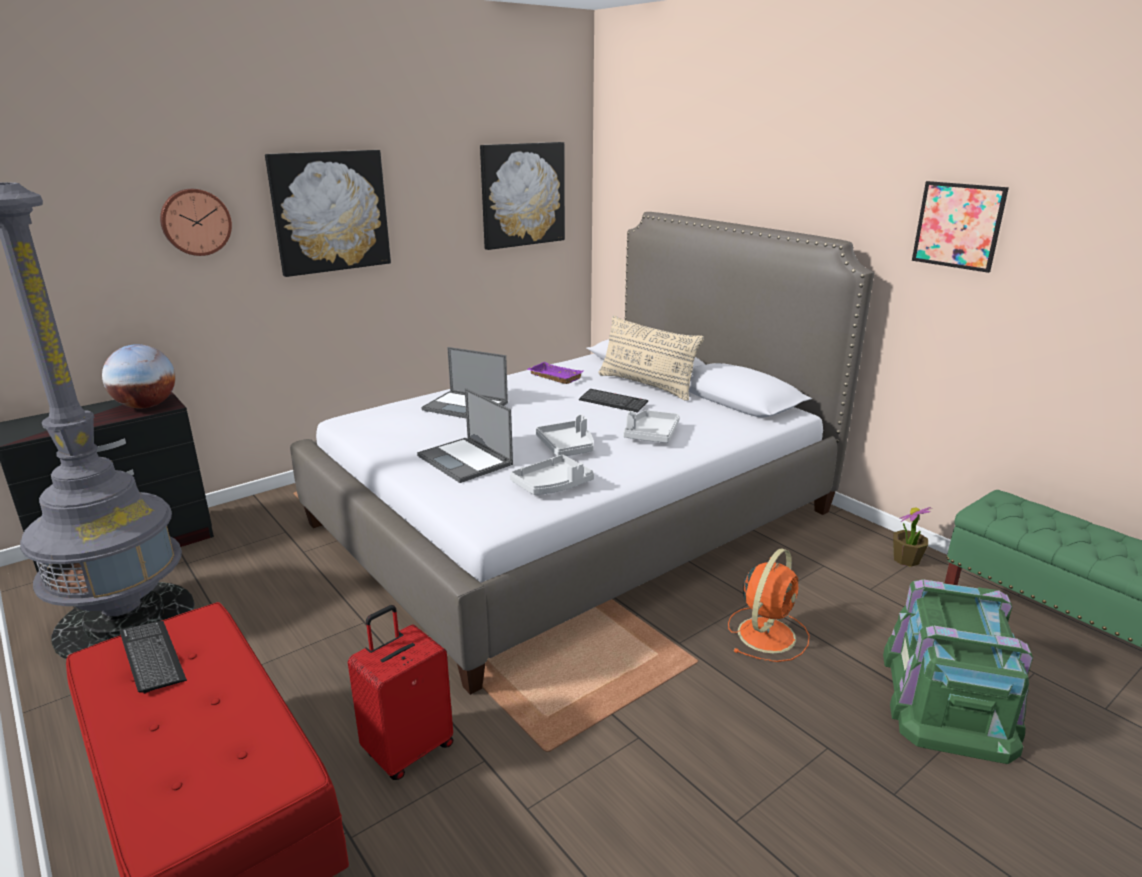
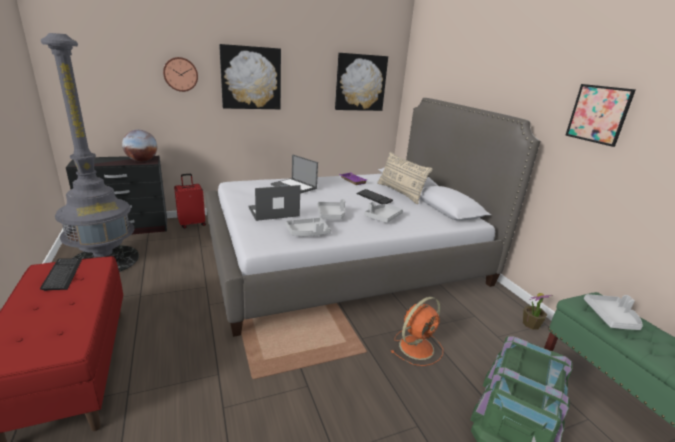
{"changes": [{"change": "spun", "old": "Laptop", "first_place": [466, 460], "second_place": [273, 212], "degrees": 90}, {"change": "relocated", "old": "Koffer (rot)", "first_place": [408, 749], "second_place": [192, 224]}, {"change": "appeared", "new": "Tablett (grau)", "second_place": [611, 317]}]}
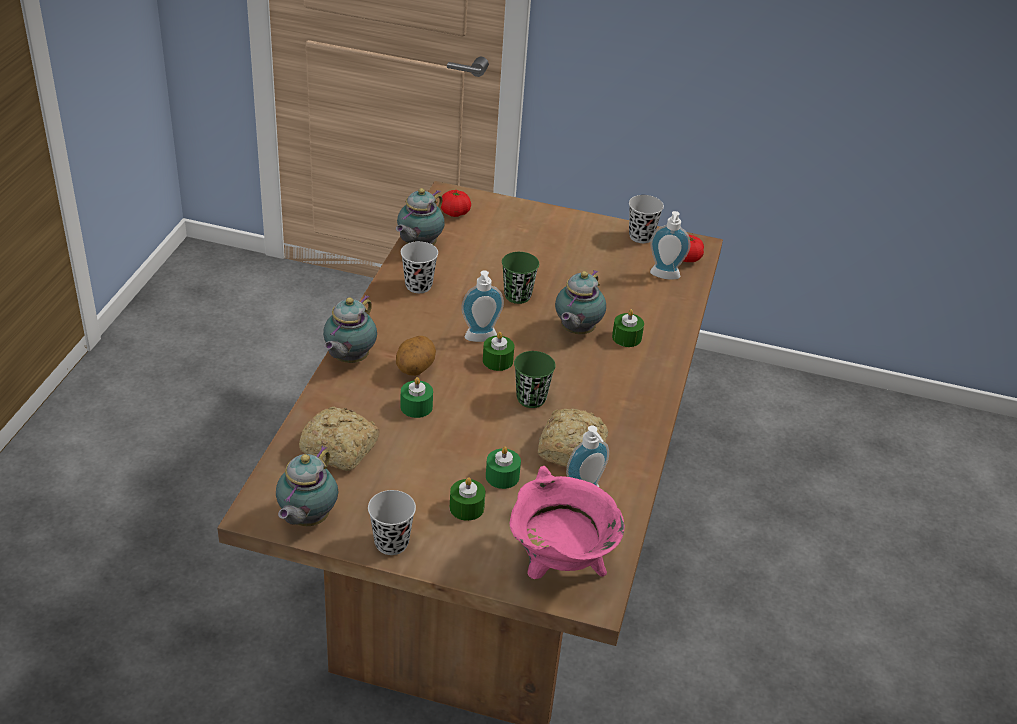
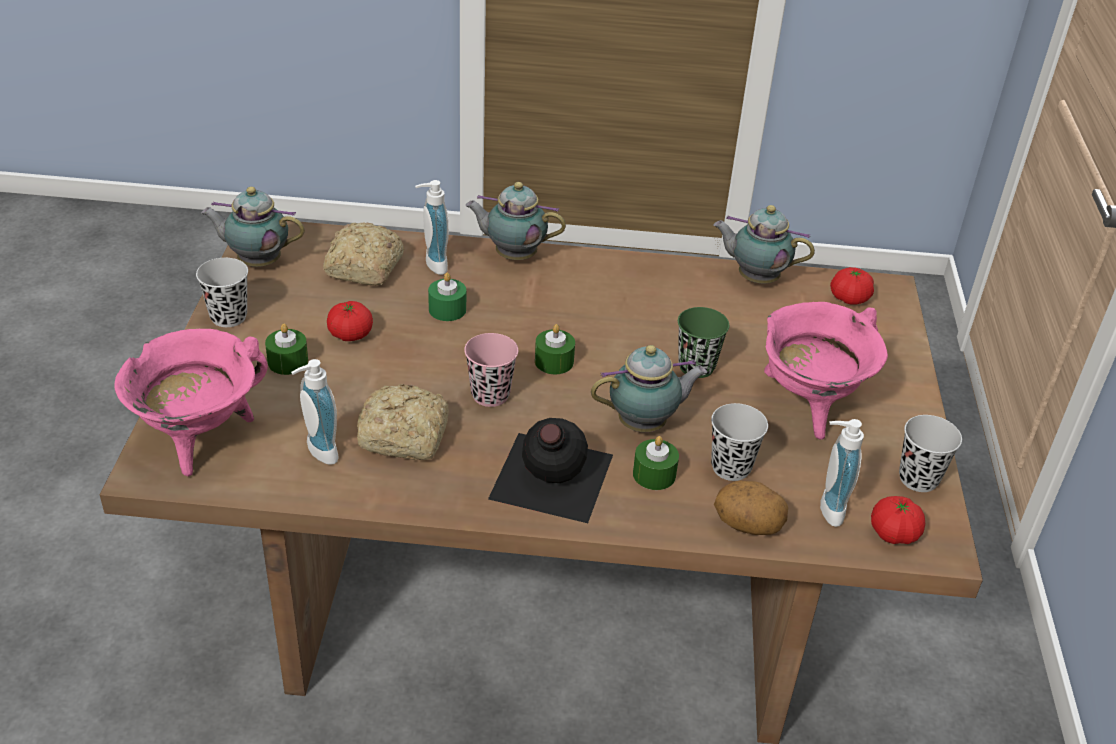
{"changes": [{"change": "relocated", "old": "Tasse (schwarz)", "first_place": [418, 285], "second_place": [731, 467]}, {"change": "relocated", "old": "Seifenspender", "first_place": [481, 339], "second_place": [432, 265]}, {"change": "spun", "old": "Teekanne", "first_place": [576, 331], "second_place": [645, 424], "degrees": 150}, {"change": "relocated", "old": "Kartoffel", "first_place": [414, 369], "second_place": [748, 525]}, {"change": "colour", "old": "Tasse (grün)", "new": "Tasse (rosa)", "first_place": [531, 398], "second_place": [490, 395]}, {"change": "missing", "old": "Kerze (grün)", "first_place": [502, 476]}, {"change": "appeared", "new": "Tomate", "second_place": [350, 334]}, {"change": "appeared", "new": "Kochtopf (rosa)", "second_place": [809, 406]}, {"change": "appeared", "new": "Flasche (schwarz)", "second_place": [549, 477]}]}
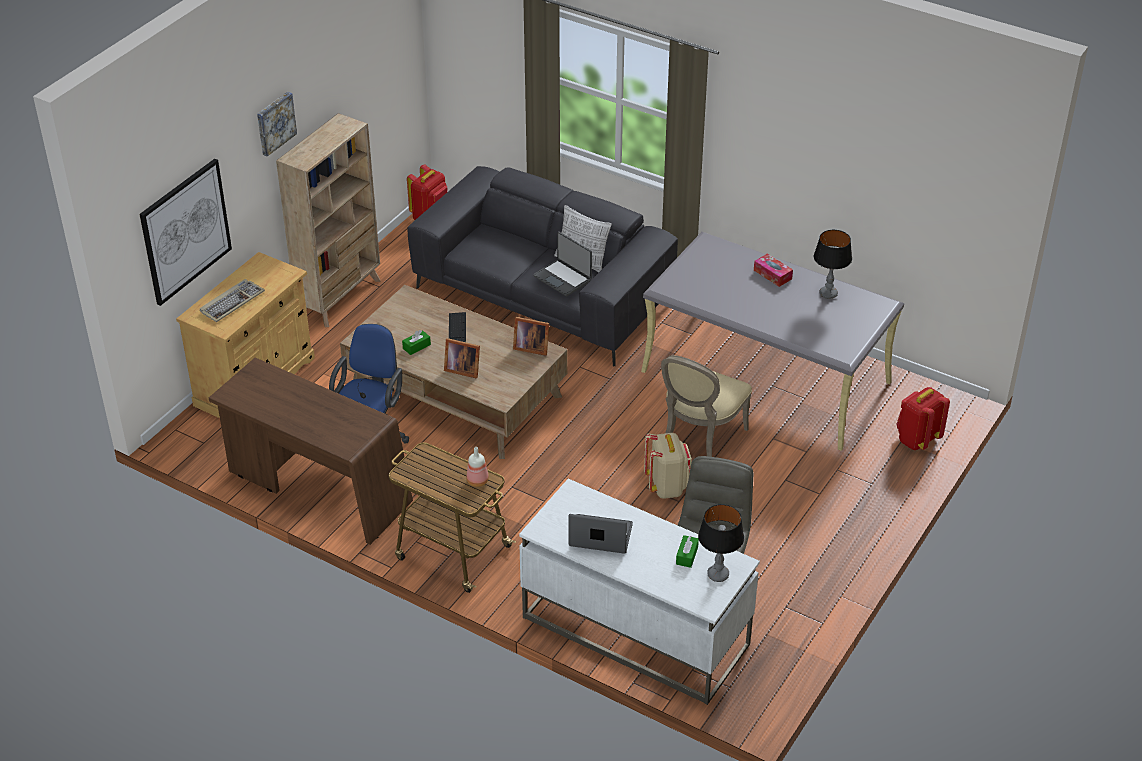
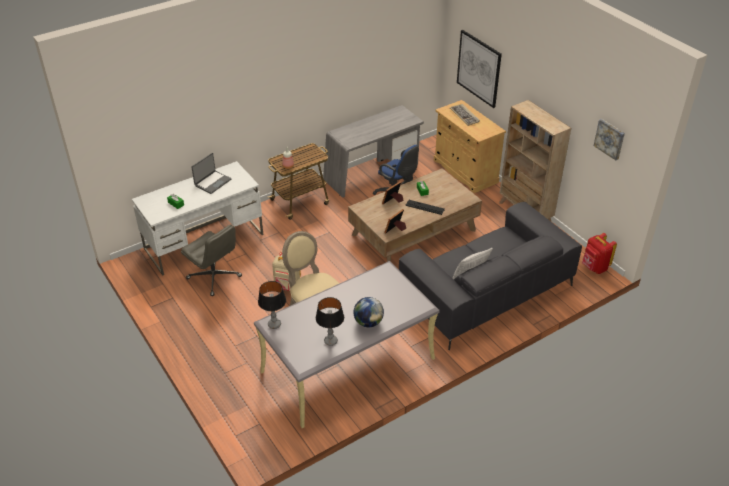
{"changes": [{"change": "relocated", "old": "Bild", "first_place": [275, 123], "second_place": [610, 139]}, {"change": "missing", "old": "Laptop", "first_place": [563, 278]}, {"change": "exchanged", "old": "Taschentuchbox", "new": "Globus", "first_place": [772, 274], "second_place": [368, 322]}, {"change": "colour", "old": "Schreibtisch (braun)", "new": "Schreibtisch (grau)", "first_place": [317, 489], "second_place": [372, 173]}, {"change": "missing", "old": "Rucksack (rot)", "first_place": [917, 440]}, {"change": "relocated", "old": "Tischlampe", "first_place": [718, 575], "second_place": [274, 324]}]}
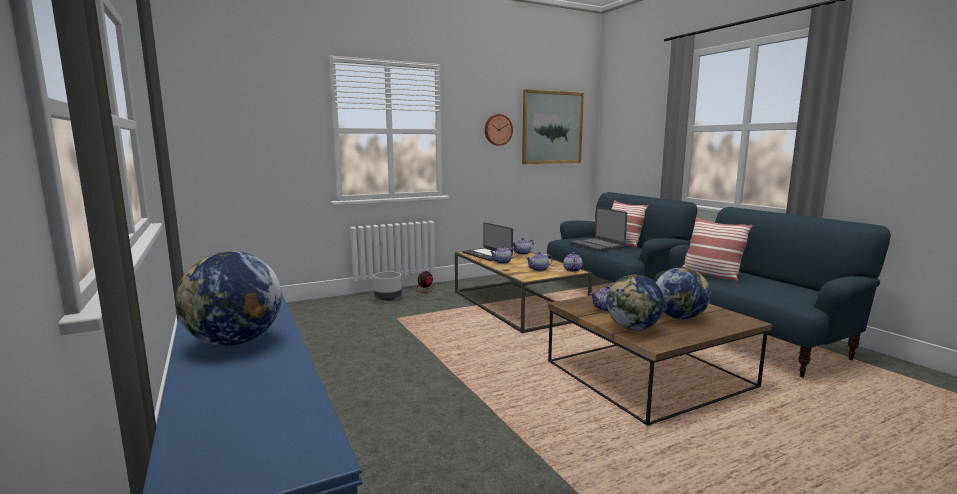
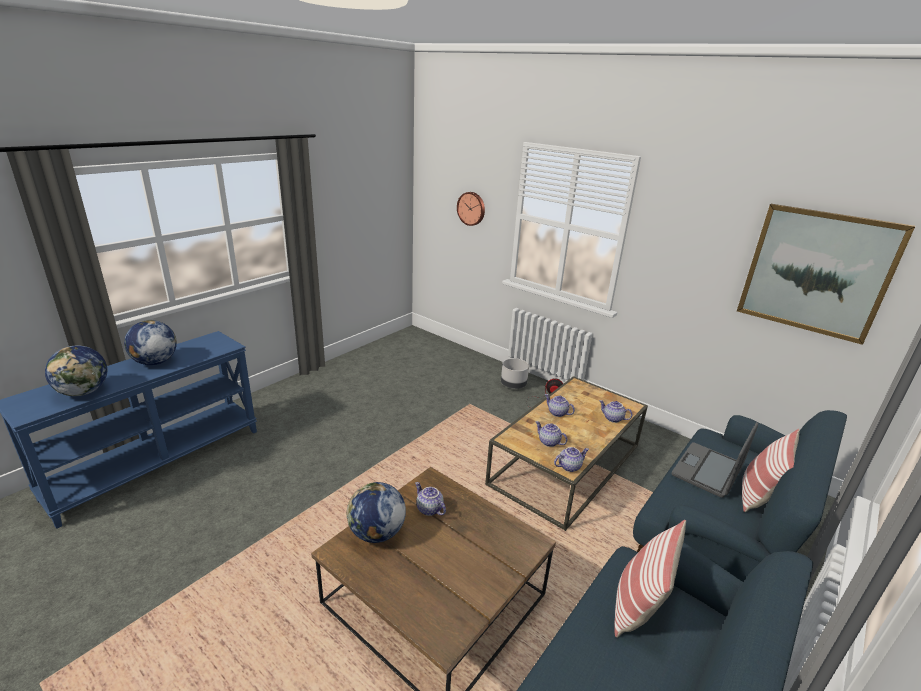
{"changes": [{"change": "relocated", "old": "Wanduhr", "first_place": [498, 130], "second_place": [471, 208]}, {"change": "missing", "old": "Laptop", "first_place": [487, 255]}, {"change": "relocated", "old": "Globus", "first_place": [679, 317], "second_place": [84, 392]}]}
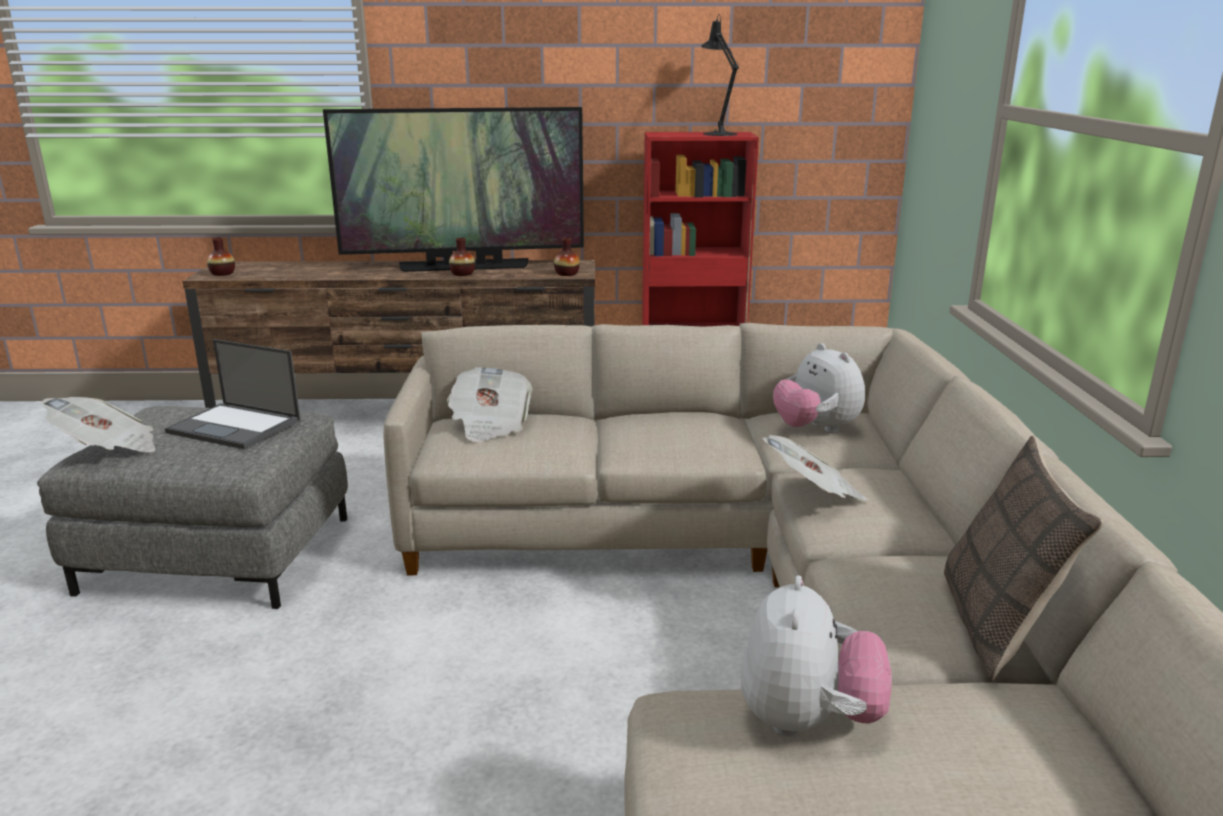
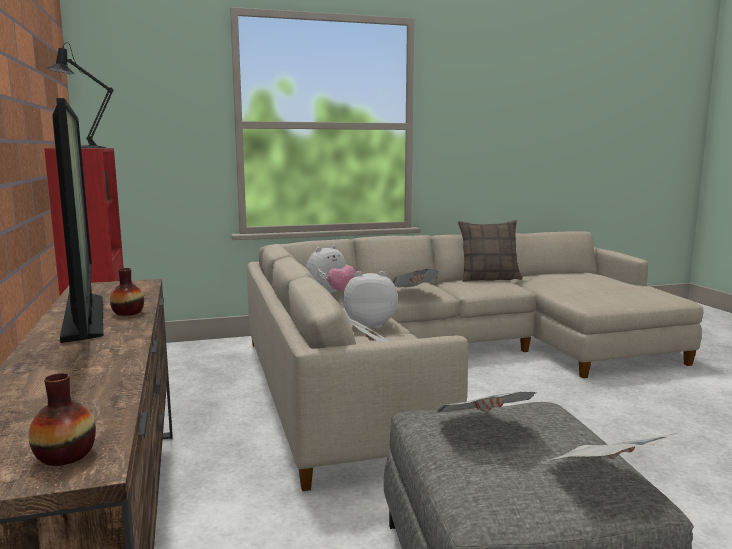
{"changes": [{"change": "missing", "old": "Vase", "first_place": [567, 274]}, {"change": "exchanged", "old": "Laptop", "new": "Zeitung", "first_place": [236, 426], "second_place": [482, 428]}, {"change": "relocated", "old": "Plüschtier", "first_place": [807, 720], "second_place": [370, 325]}]}
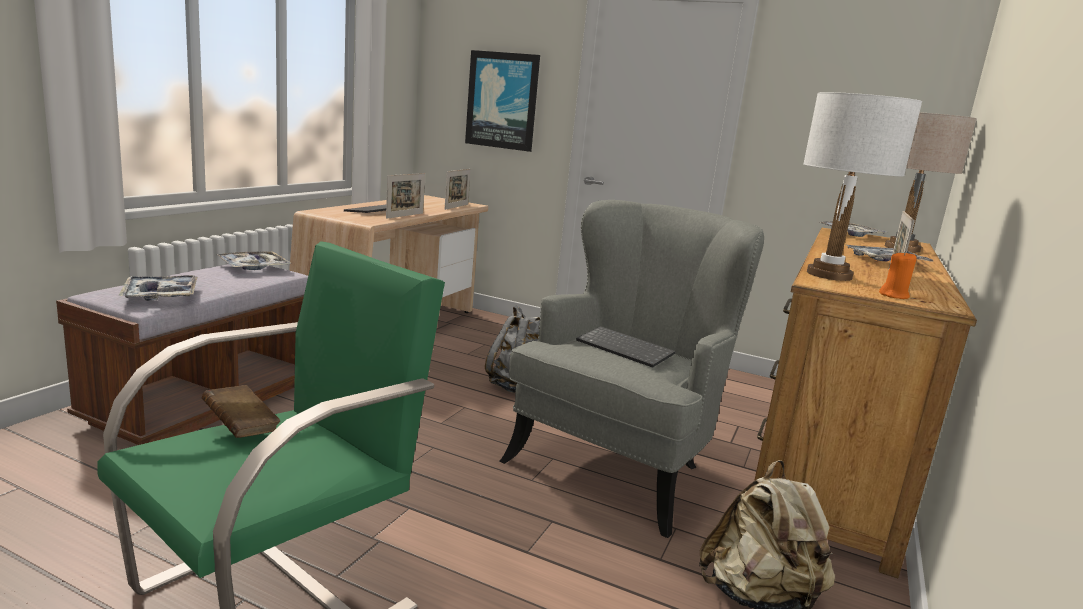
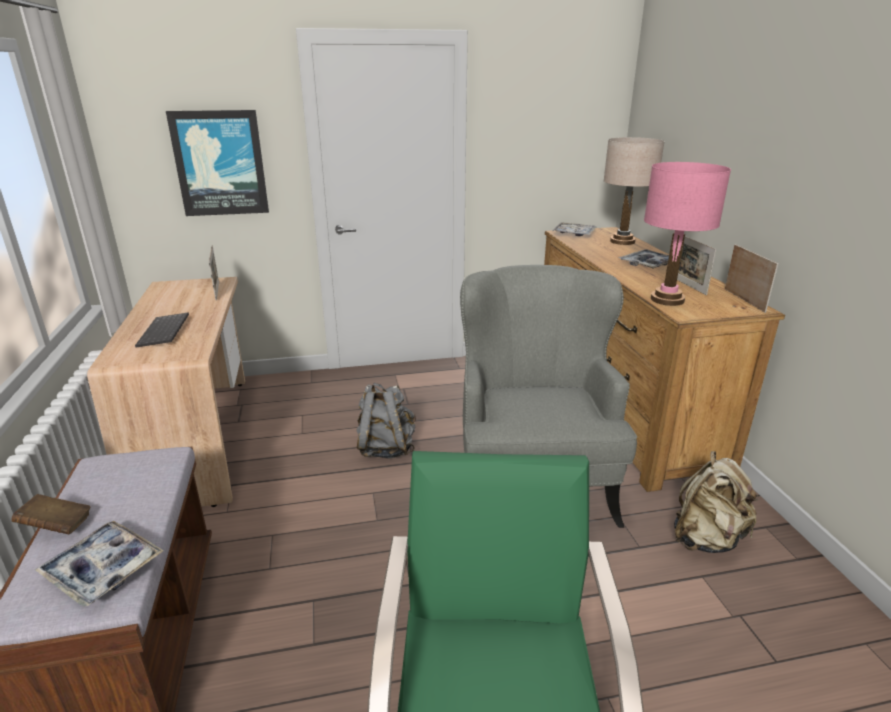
{"changes": [{"change": "colour", "old": "Tischlampe (weiß)", "new": "Tischlampe (rosa)", "first_place": [828, 275], "second_place": [667, 299]}, {"change": "relocated", "old": "Bilderrahmen", "first_place": [405, 215], "second_place": [744, 300]}, {"change": "missing", "old": "Tablett", "first_place": [253, 267]}, {"change": "missing", "old": "Kerze (orange)", "first_place": [894, 296]}, {"change": "missing", "old": "Tastatur", "first_place": [626, 349]}, {"change": "relocated", "old": "Buch (braun)", "first_place": [241, 427], "second_place": [57, 526]}]}
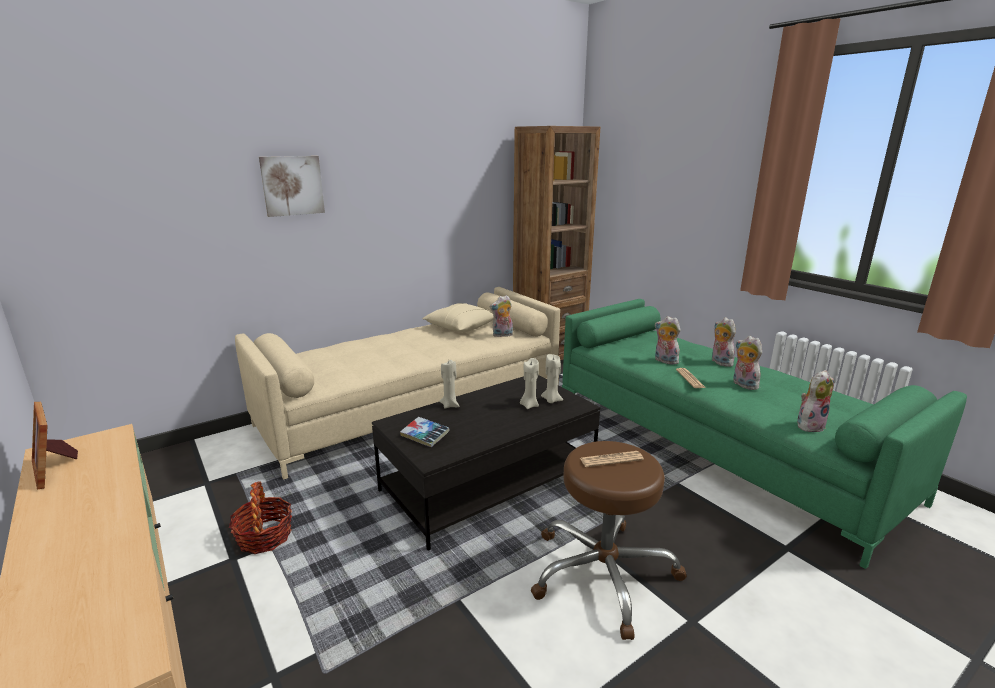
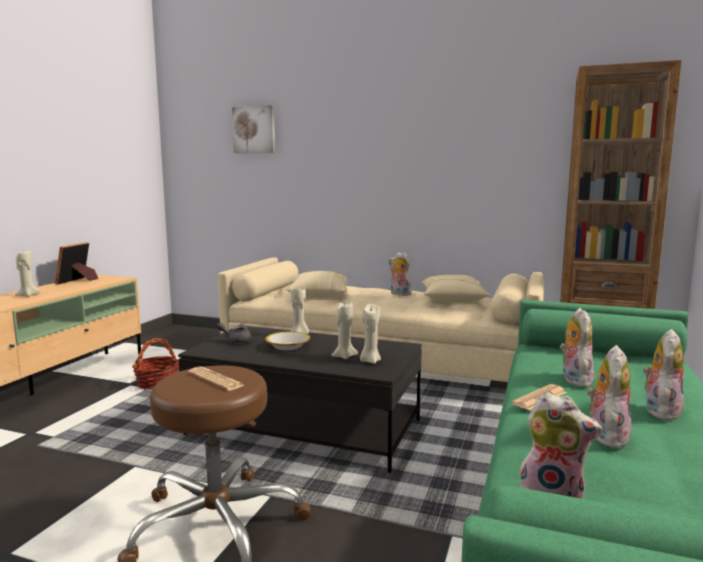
{"changes": [{"change": "relocated", "old": "Bild", "first_place": [292, 185], "second_place": [254, 130]}, {"change": "relocated", "old": "Plüschtier", "first_place": [502, 335], "second_place": [399, 294]}, {"change": "exchanged", "old": "Buch", "new": "Teekanne (grau)", "first_place": [425, 435], "second_place": [236, 341]}, {"change": "appeared", "new": "Kerze (beige)", "second_place": [27, 295]}, {"change": "appeared", "new": "Kissen (beige)", "second_place": [318, 295]}, {"change": "appeared", "new": "Schüssel", "second_place": [287, 346]}]}
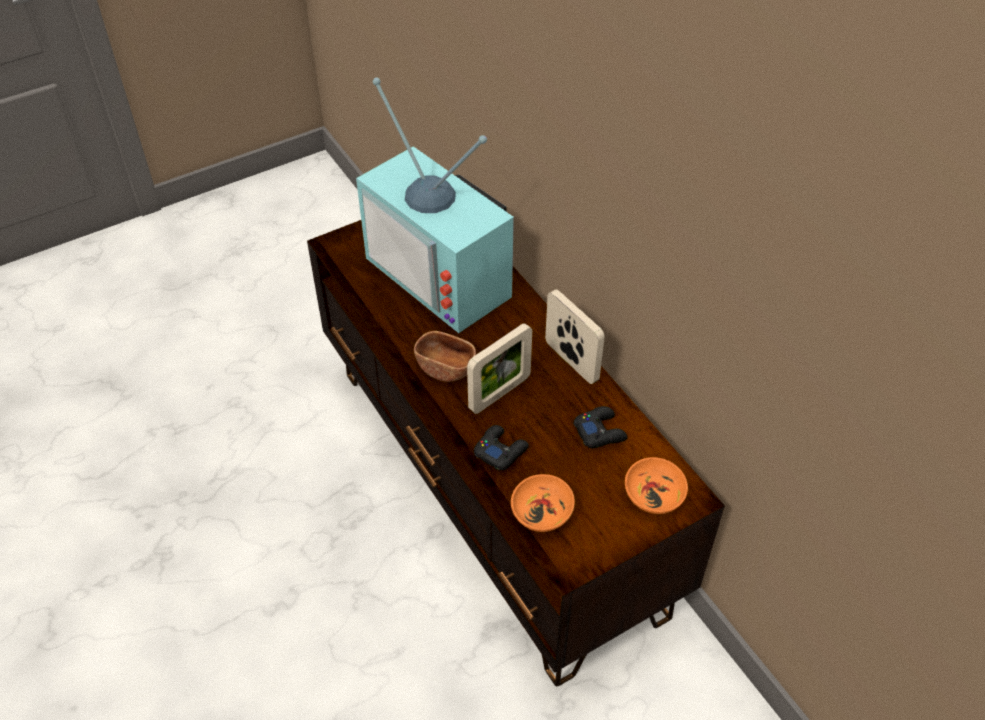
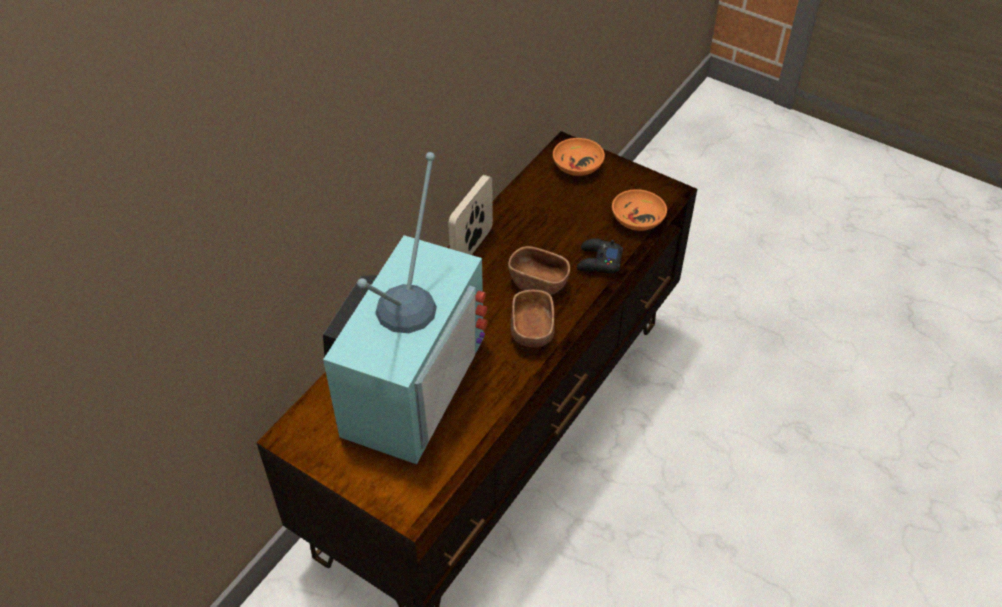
{"changes": [{"change": "exchanged", "old": "Bilderrahmen", "new": "Schüssel (braun)", "first_place": [499, 393], "second_place": [538, 283]}, {"change": "missing", "old": "Gamepad (schwarz)", "first_place": [600, 431]}]}
